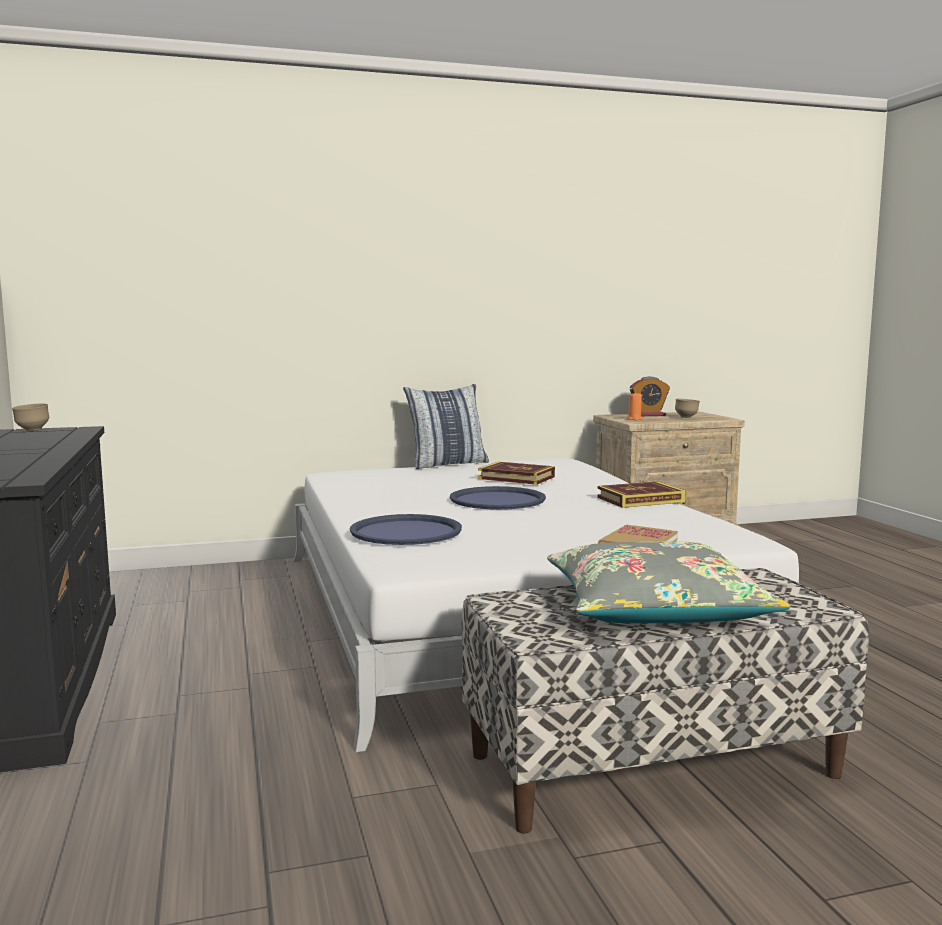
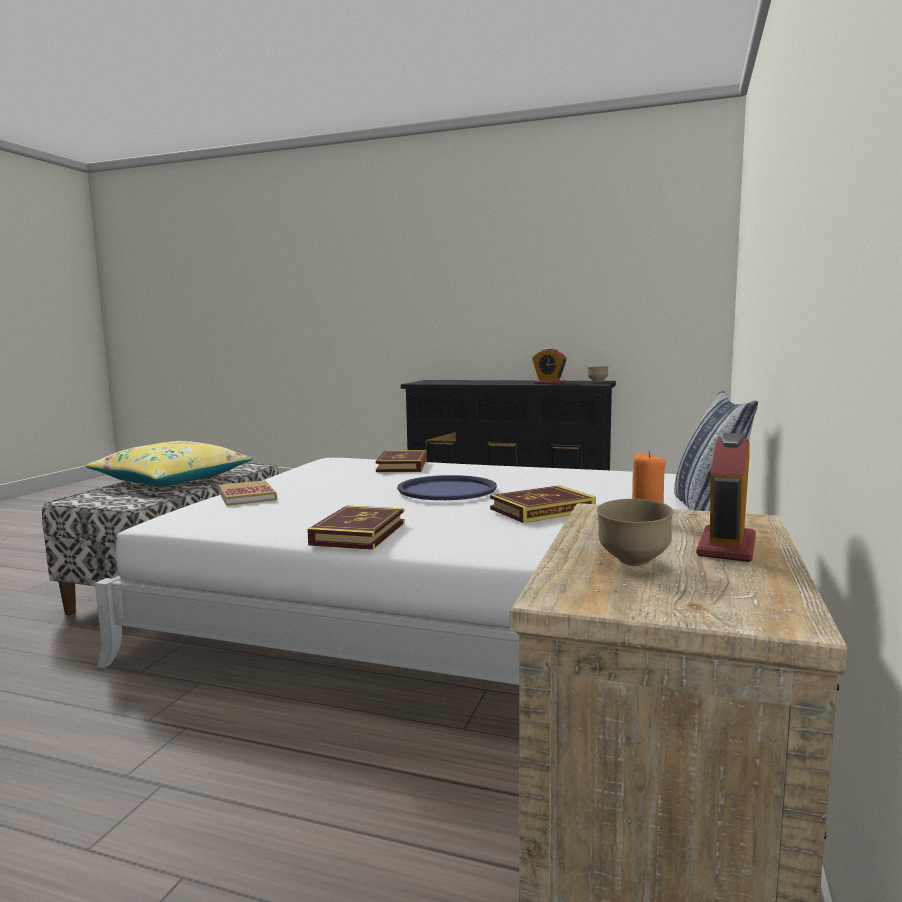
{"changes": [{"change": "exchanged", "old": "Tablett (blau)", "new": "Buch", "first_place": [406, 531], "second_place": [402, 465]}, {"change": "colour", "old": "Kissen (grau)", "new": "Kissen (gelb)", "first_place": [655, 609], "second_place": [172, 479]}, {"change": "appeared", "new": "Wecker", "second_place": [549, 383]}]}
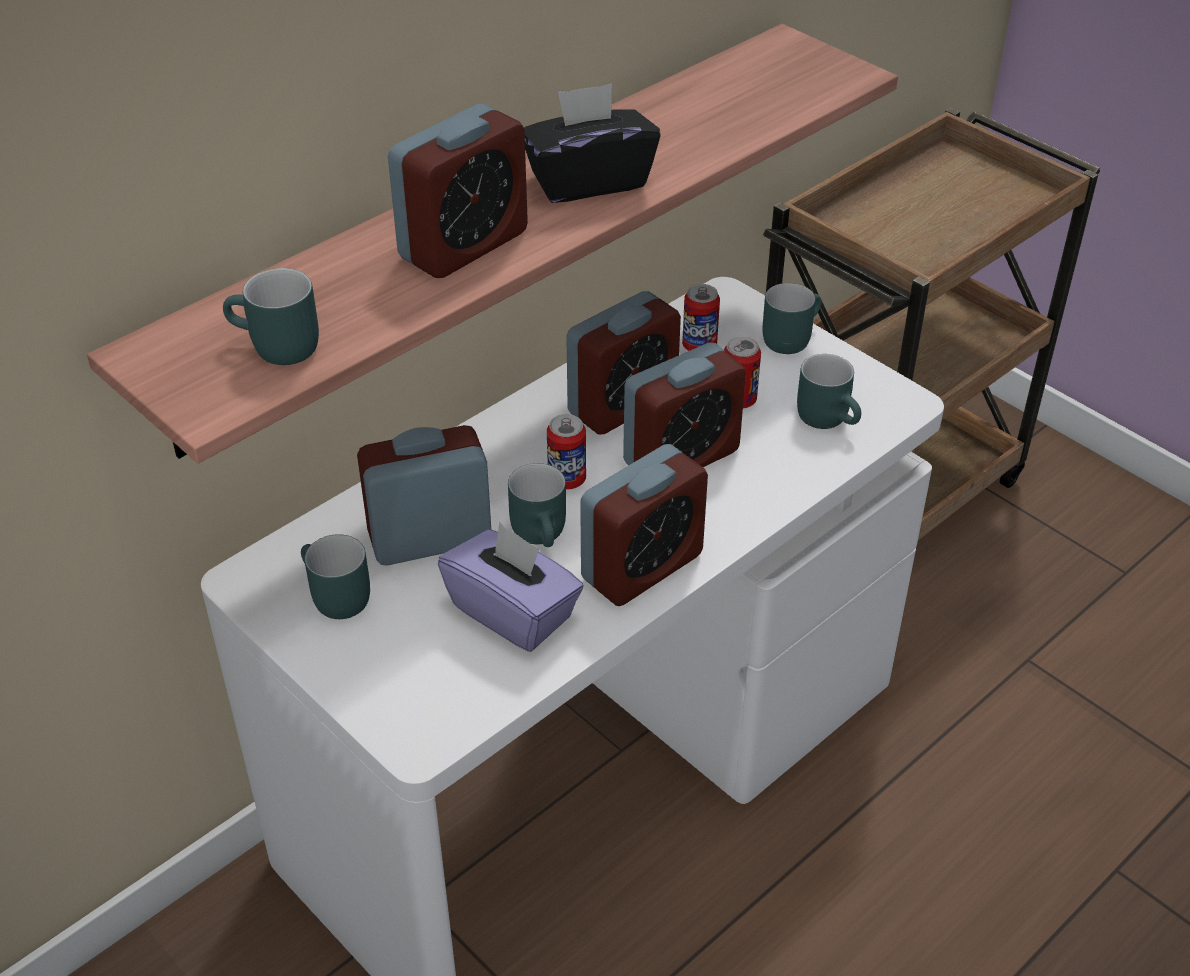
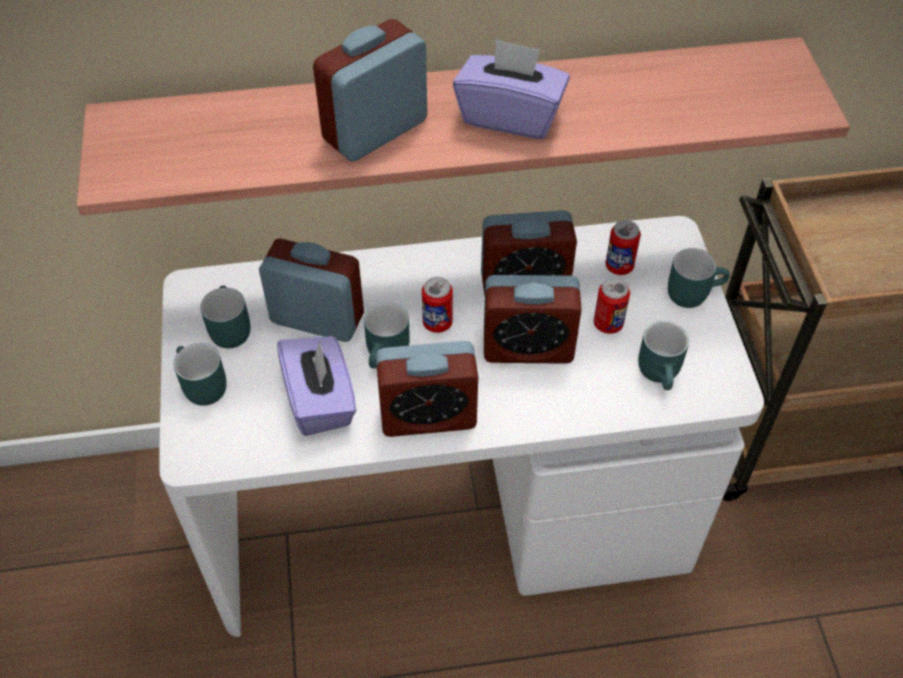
{"changes": [{"change": "colour", "old": "Taschentuchbox (schwarz)", "new": "Taschentuchbox (lila)", "first_place": [588, 181], "second_place": [510, 116]}, {"change": "spun", "old": "Wecker", "first_place": [463, 245], "second_place": [375, 130], "degrees": 150}, {"change": "relocated", "old": "Henkelbecher (türkis)", "first_place": [275, 349], "second_place": [199, 387]}]}
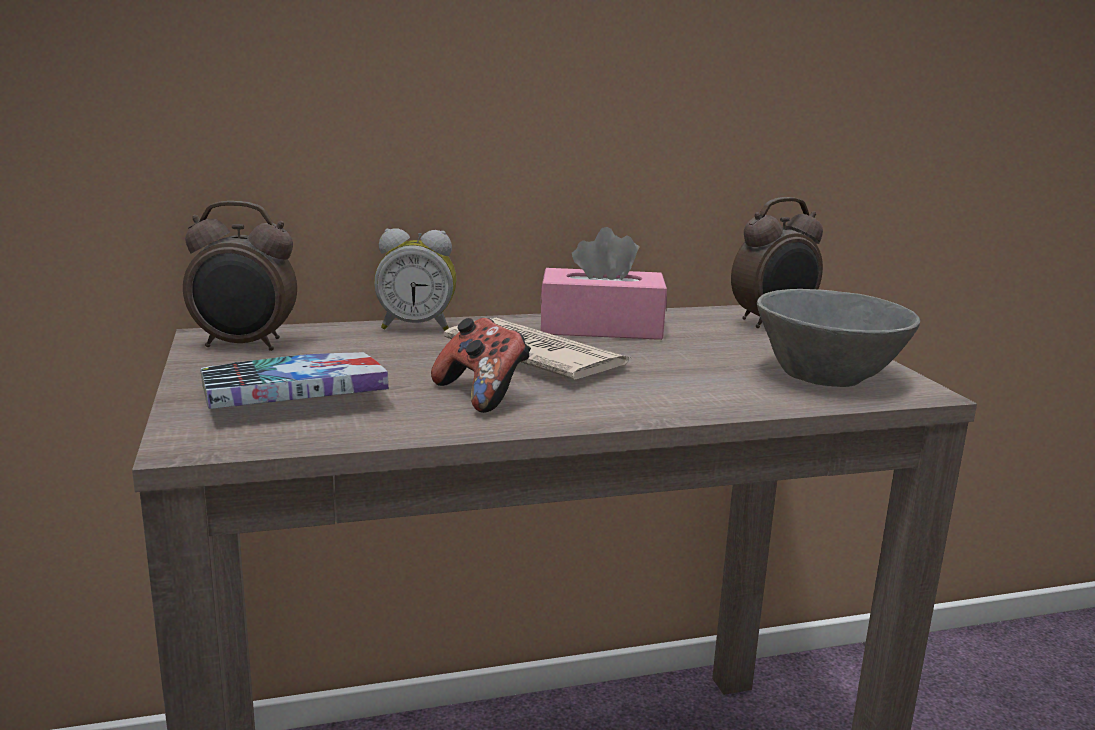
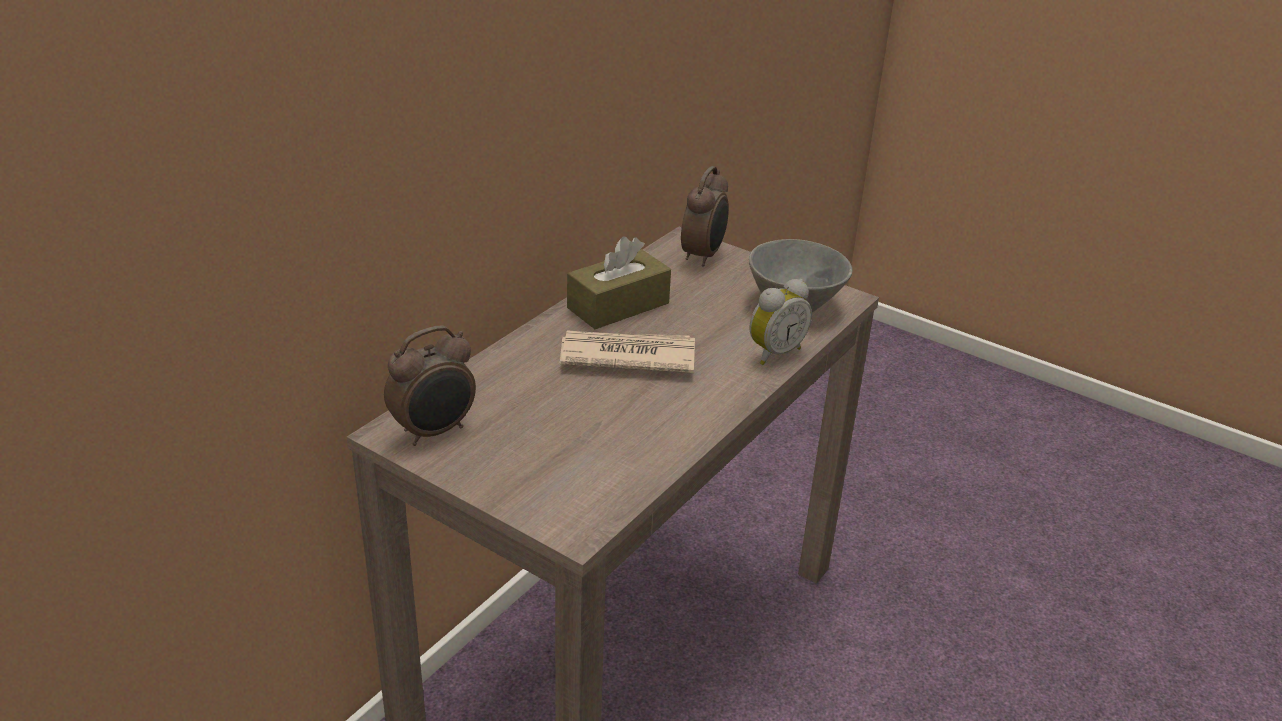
{"changes": [{"change": "colour", "old": "Taschentuchbox (rosa)", "new": "Taschentuchbox (braun)", "first_place": [601, 328], "second_place": [618, 306]}, {"change": "relocated", "old": "Wecker", "first_place": [417, 327], "second_place": [773, 352]}, {"change": "missing", "old": "Gamepad", "first_place": [482, 395]}, {"change": "missing", "old": "Buch", "first_place": [293, 398]}]}
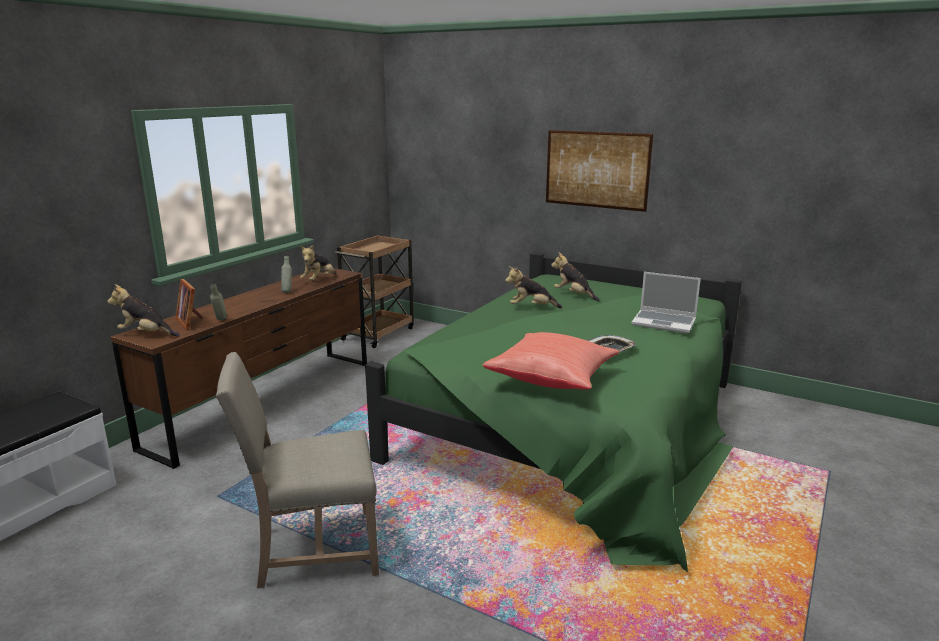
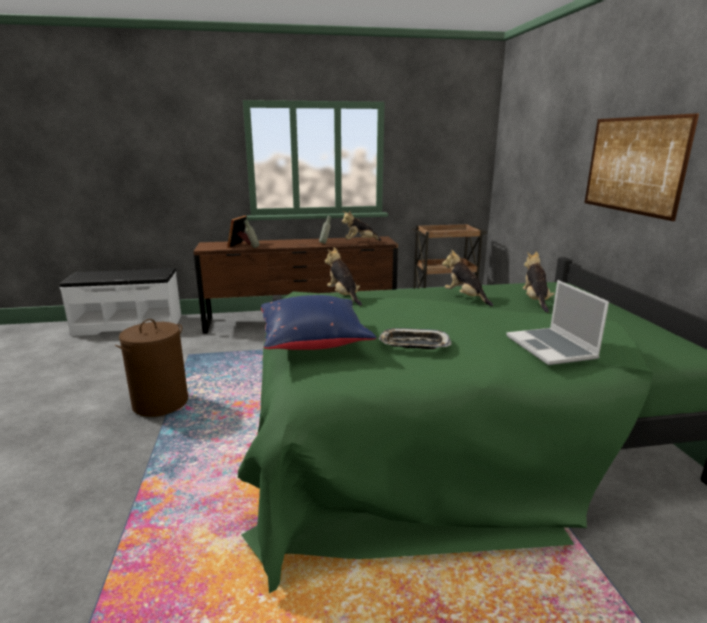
{"changes": [{"change": "relocated", "old": "Plüschtier", "first_place": [146, 334], "second_place": [343, 296]}, {"change": "colour", "old": "Kissen (rot)", "new": "Kissen (blau)", "first_place": [552, 379], "second_place": [314, 342]}, {"change": "exchanged", "old": "Stuhl (beige)", "new": "Wäschekorb (braun)", "first_place": [313, 550], "second_place": [161, 403]}]}
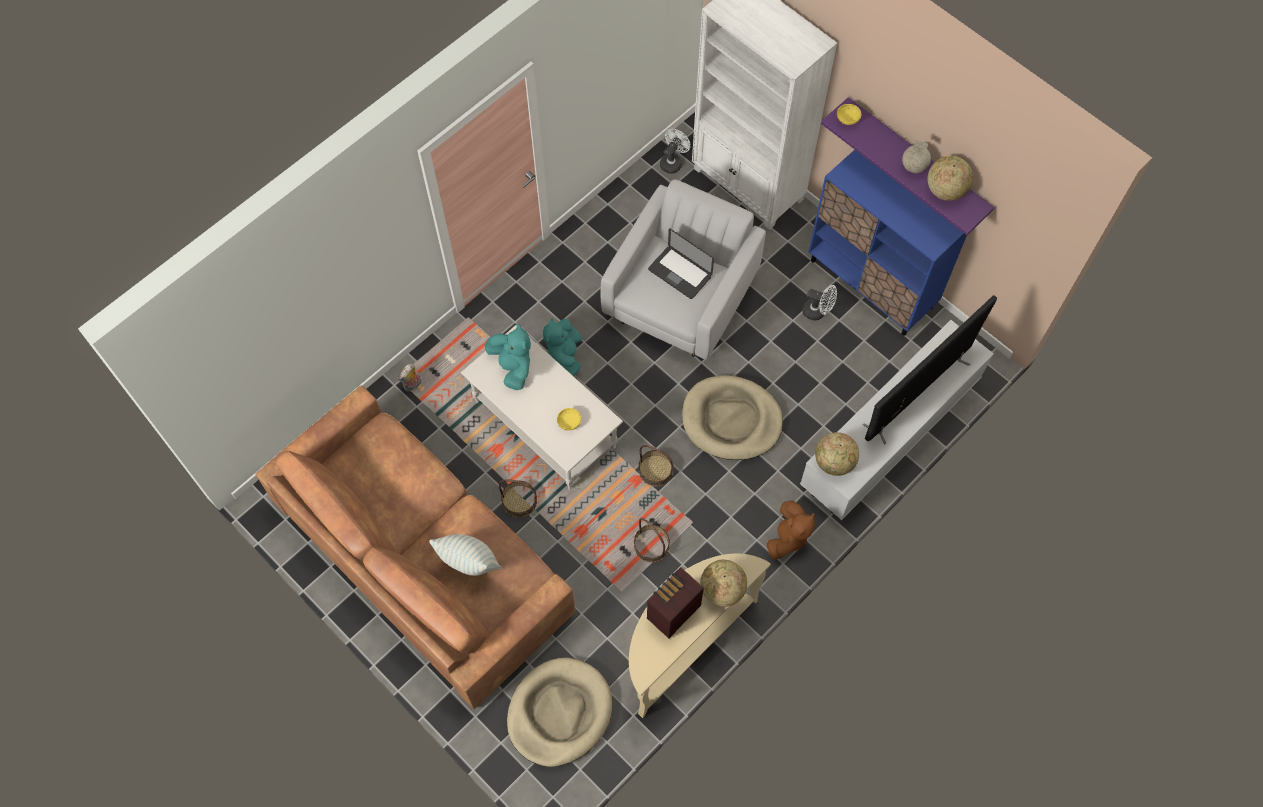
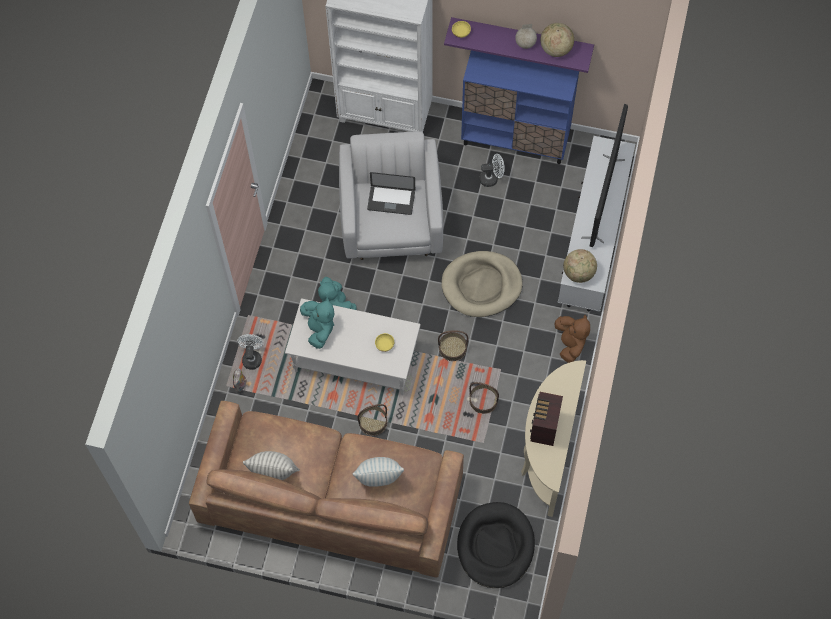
{"changes": [{"change": "relocated", "old": "Ventilator (weiß)", "first_place": [673, 161], "second_place": [252, 357]}, {"change": "spun", "old": "Plüschtier (türkis)", "first_place": [513, 367], "second_place": [319, 328], "degrees": 45}, {"change": "missing", "old": "Globus", "first_place": [722, 589]}, {"change": "colour", "old": "Hundebett (beige)", "new": "Hundebett (schwarz)", "first_place": [559, 713], "second_place": [495, 546]}, {"change": "appeared", "new": "Kissen", "second_place": [273, 472]}]}
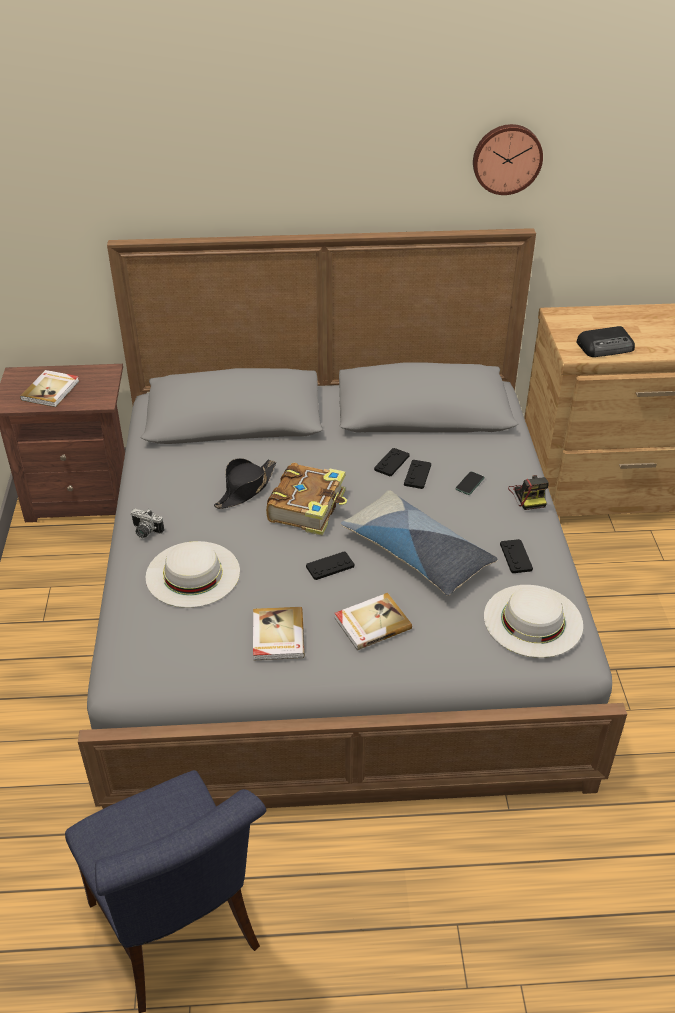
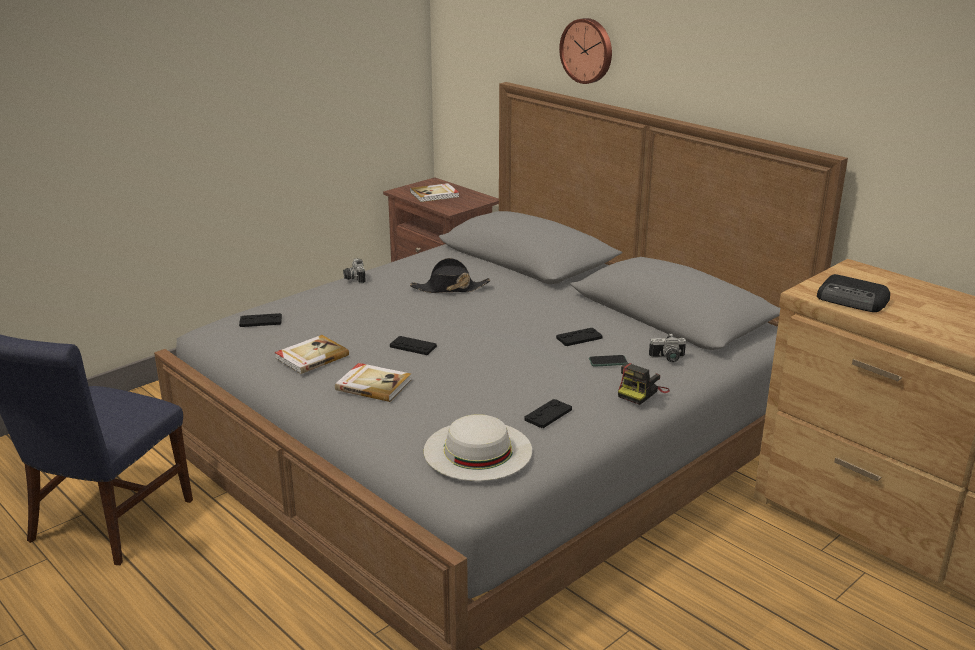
{"changes": [{"change": "relocated", "old": "Wanduhr", "first_place": [506, 158], "second_place": [587, 50]}, {"change": "relocated", "old": "Gamepad (schwarz)", "first_place": [391, 463], "second_place": [260, 321]}, {"change": "missing", "old": "Buch", "first_place": [308, 507]}, {"change": "missing", "old": "Kissen", "first_place": [416, 553]}, {"change": "missing", "old": "Hut (weiß)", "first_place": [192, 574]}, {"change": "appeared", "new": "Kamera", "second_place": [668, 359]}]}
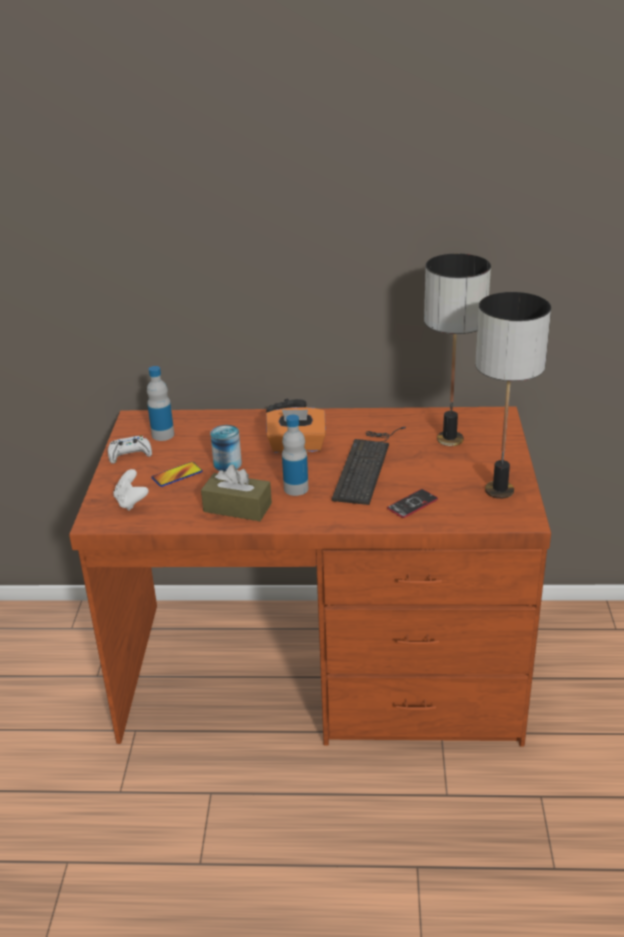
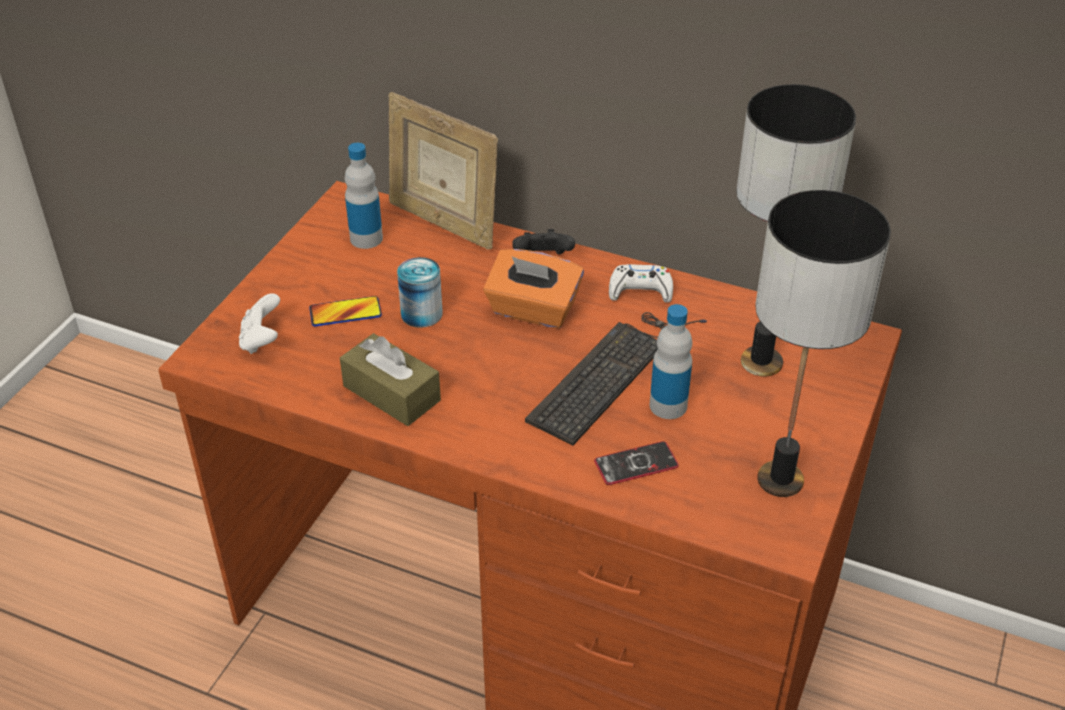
{"changes": [{"change": "relocated", "old": "Flasche", "first_place": [296, 488], "second_place": [668, 405]}, {"change": "relocated", "old": "Gamepad (weiß)", "first_place": [129, 454], "second_place": [640, 290]}, {"change": "appeared", "new": "Bilderrahmen", "second_place": [443, 223]}]}
